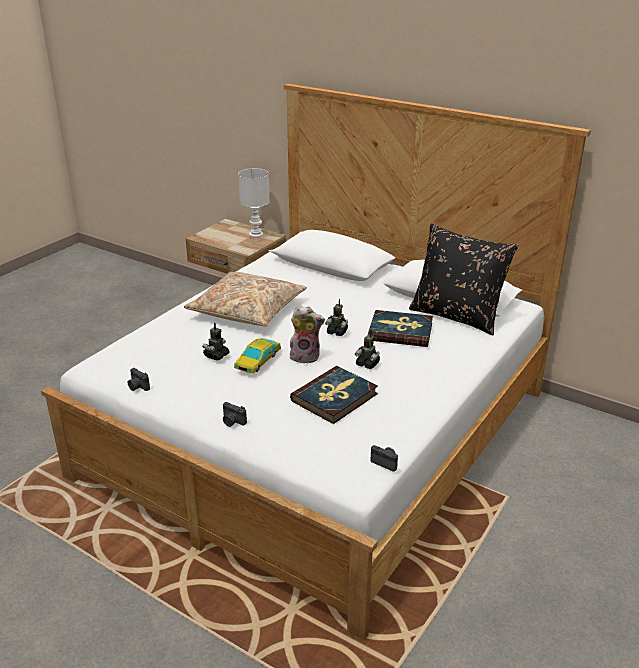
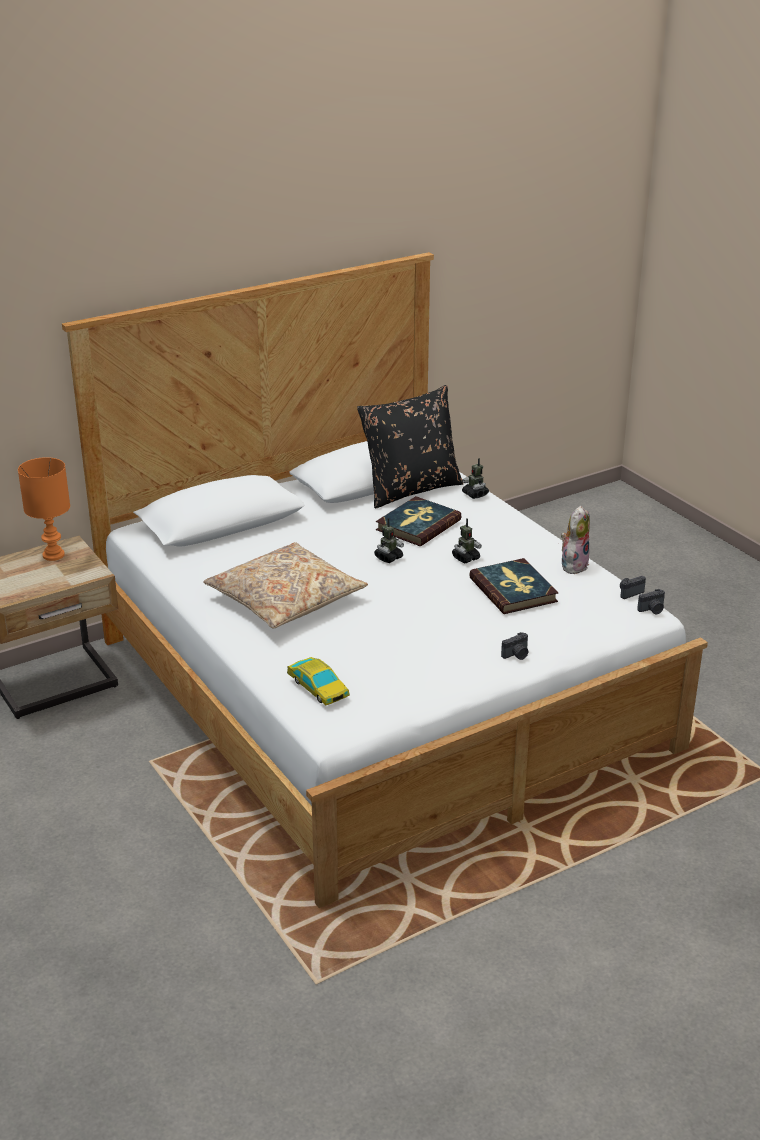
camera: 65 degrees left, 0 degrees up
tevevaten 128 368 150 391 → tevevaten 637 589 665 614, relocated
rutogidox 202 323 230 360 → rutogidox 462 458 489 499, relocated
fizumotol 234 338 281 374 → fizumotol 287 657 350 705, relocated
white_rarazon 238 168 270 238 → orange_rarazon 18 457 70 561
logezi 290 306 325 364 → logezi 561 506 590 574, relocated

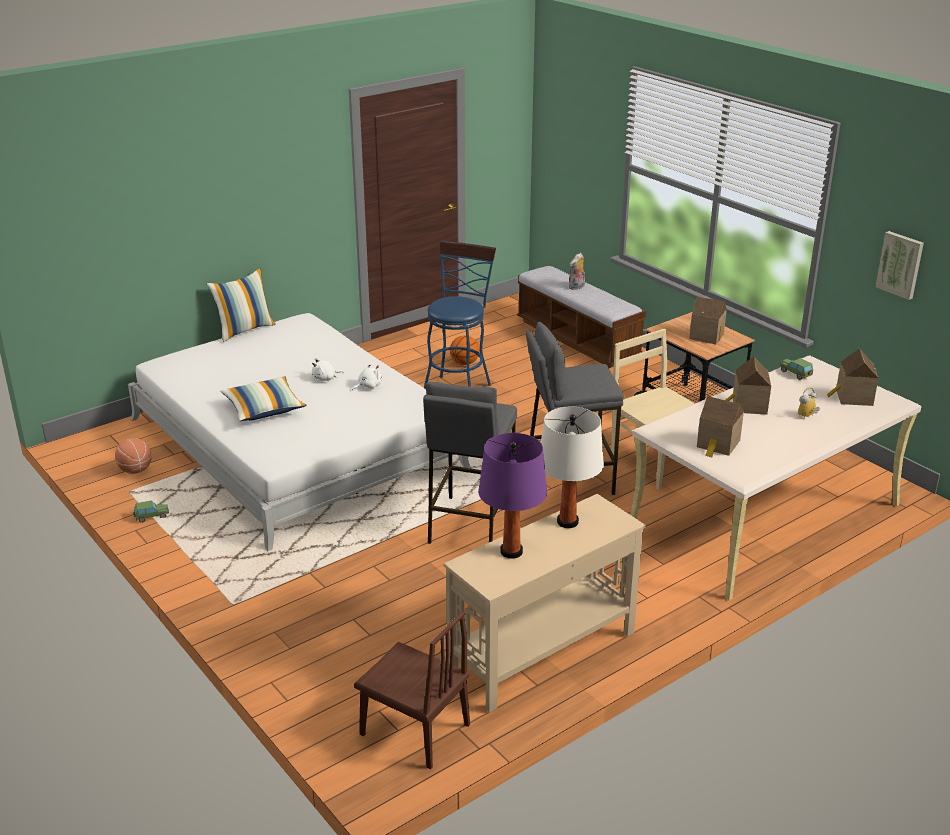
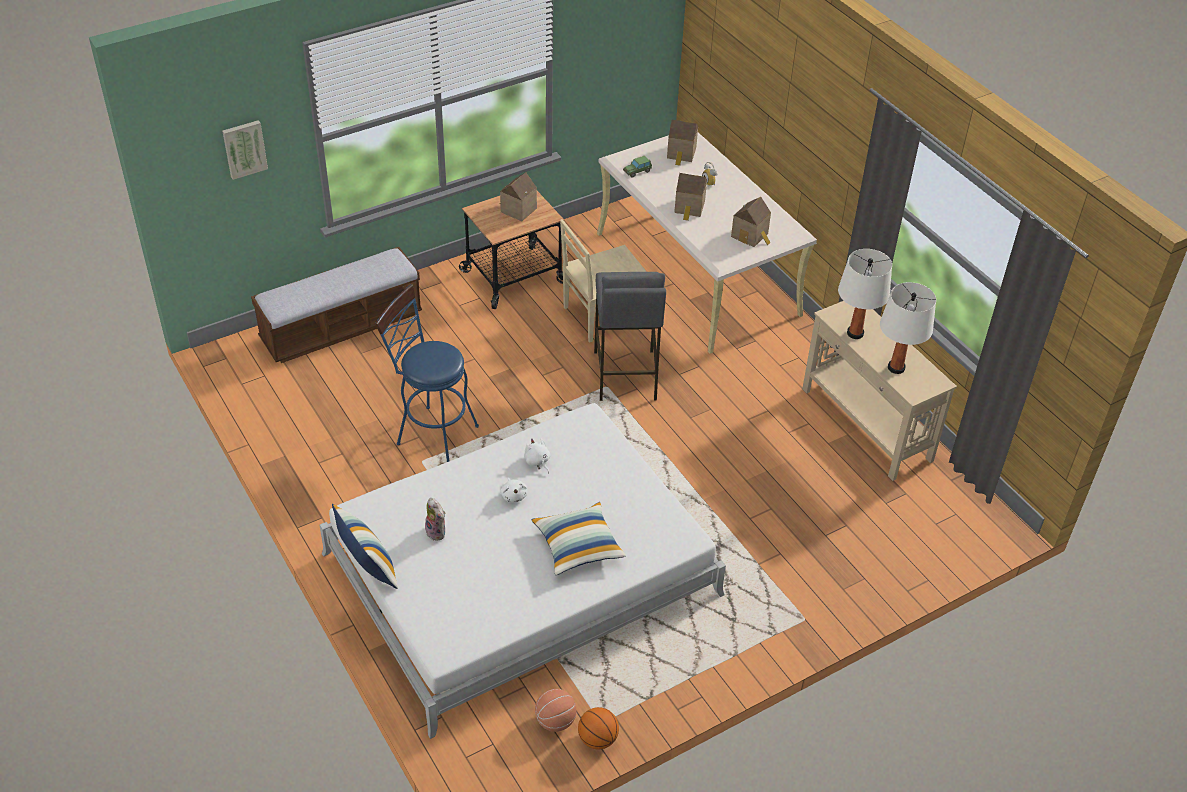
camera: 85 degrees left, 15 degrees up
fizumotol 133 500 169 523 → -
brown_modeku 354 612 470 769 → -
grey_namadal 423 382 517 544 → -
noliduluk 450 335 479 365 → noliduluk 578 707 619 750, relocated
purple_rarazon 478 433 547 559 → white_rarazon 880 282 936 374
logezi 569 253 585 290 → logezi 425 498 446 541, relocated
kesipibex 876 231 924 300 → kesipibex 222 120 268 180, relocated

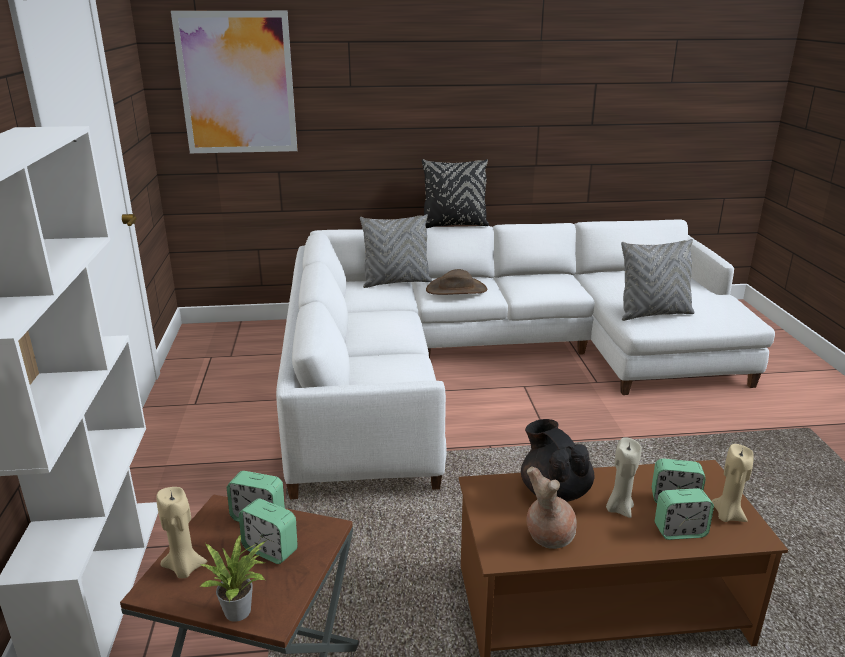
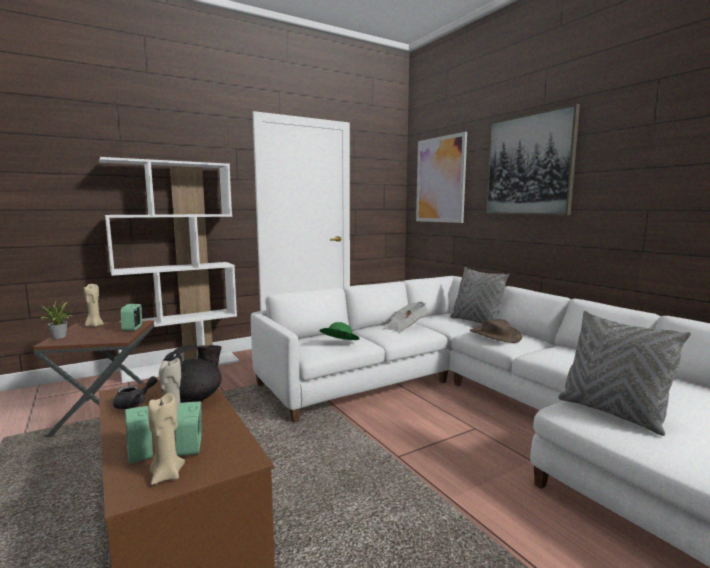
camera: 65 degrees right, 15 degrees down
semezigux 239 498 298 564 → -
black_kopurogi 422 159 489 228 → -
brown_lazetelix 527 466 577 549 → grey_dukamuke 113 376 158 409
- → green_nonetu 320 322 360 340
- → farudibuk 384 302 428 331
- → kesipibex 486 104 580 215

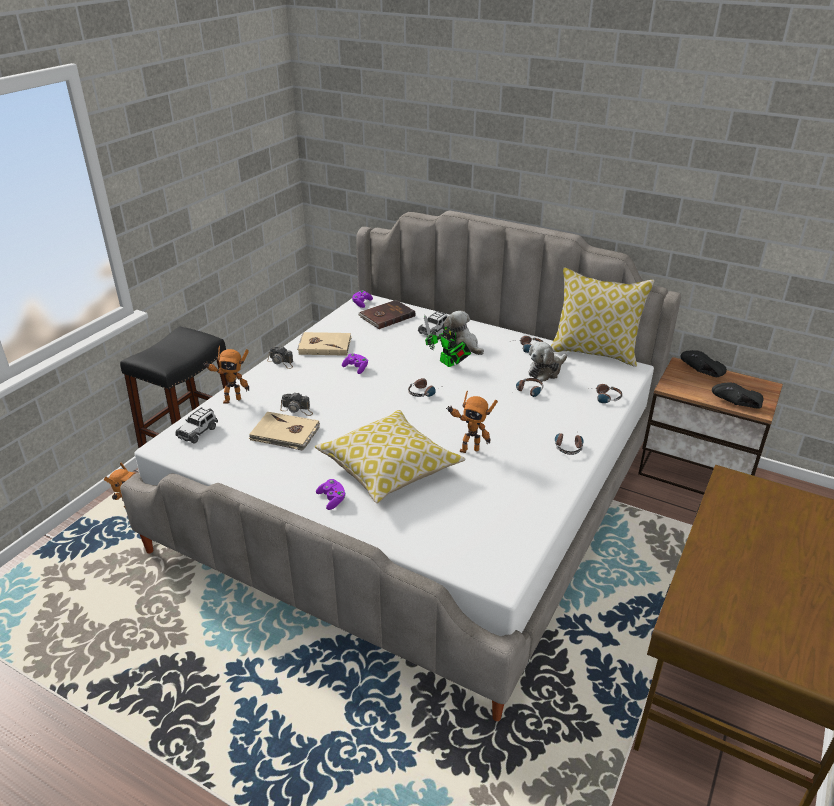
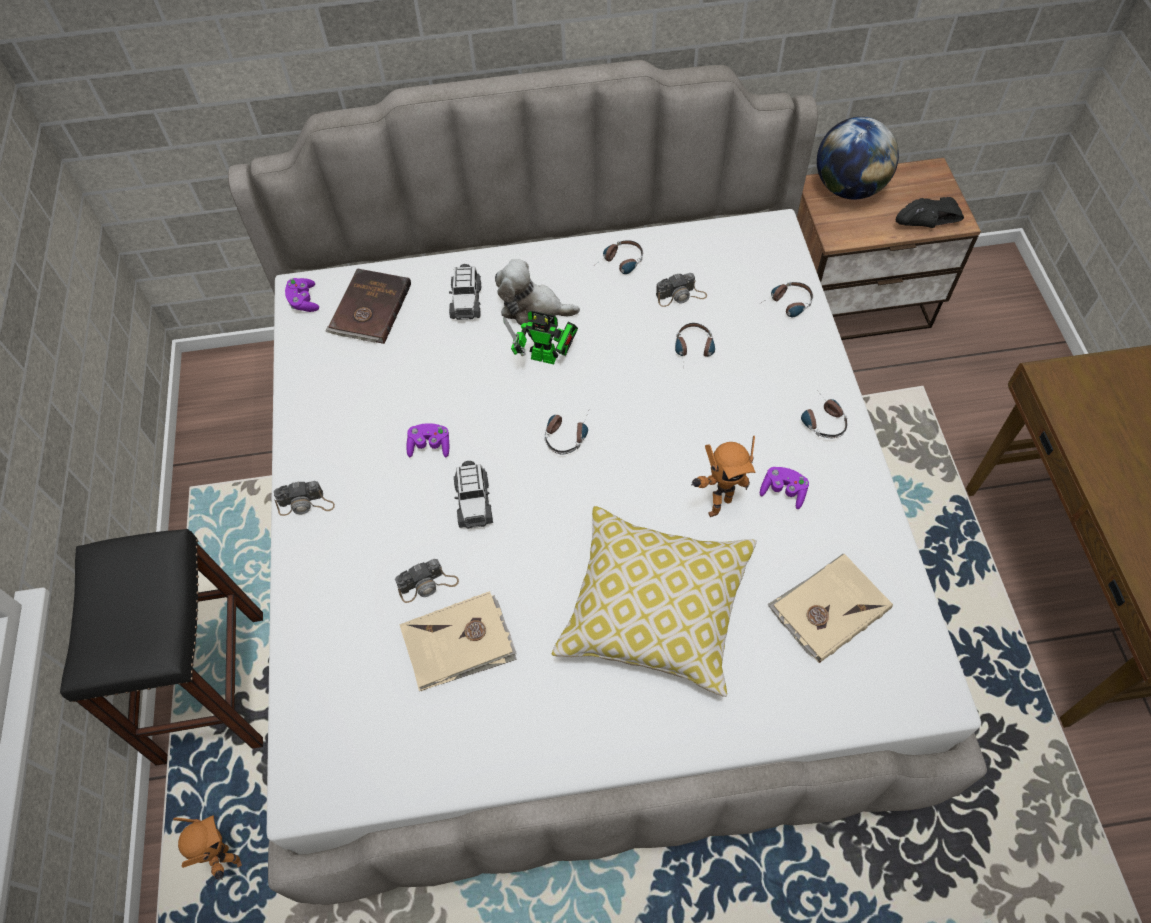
camera: 35 degrees left, 25 degrees up
fizumotol 175 407 218 443 → fizumotol 454 461 493 529, relocated
rutogidox 202 346 250 403 → -
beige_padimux 297 332 352 356 → beige_padimux 767 554 893 663, relocated
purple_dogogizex 316 479 346 510 → purple_dogogizex 760 467 809 509, relocated
logezi 529 342 567 382 → tevevaten 656 273 707 307
kopurogi 551 267 655 367 → -
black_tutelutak 681 350 727 377 → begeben 817 117 899 200

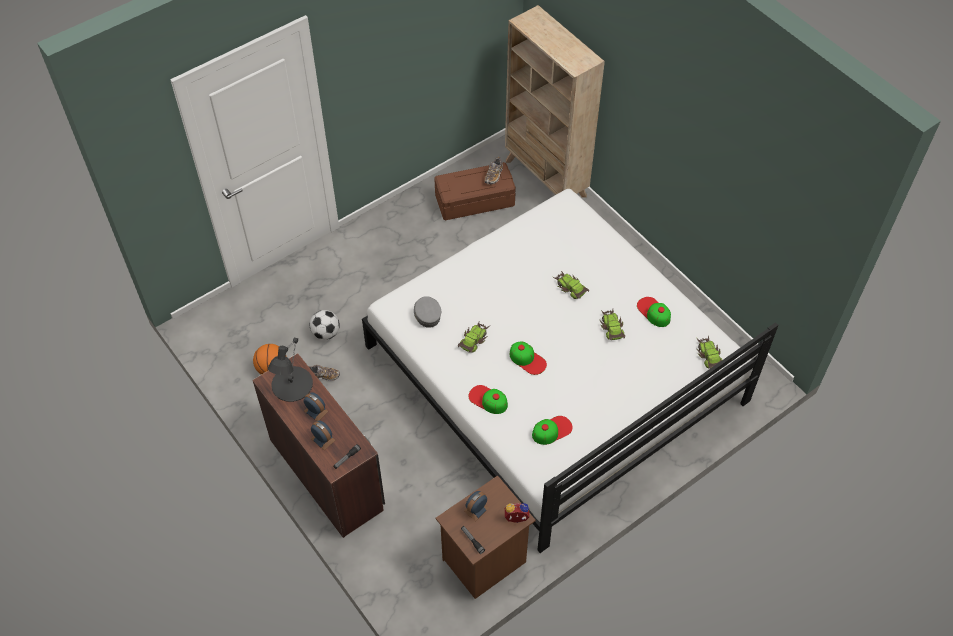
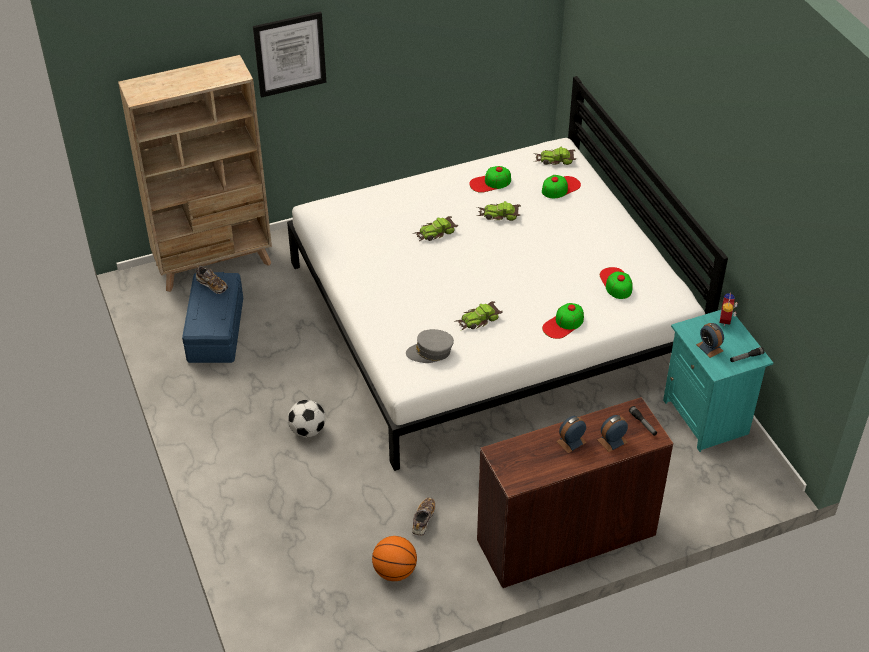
camera: 75 degrees left, 10 degrees down
black_rarazon 268 338 313 402 → -
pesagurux 310 310 340 340 → pesagurux 288 400 325 438, relocated
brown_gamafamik 434 162 516 220 → blue_gamafamik 182 272 243 363
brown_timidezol 436 476 536 599 → turquoise_timidezol 663 310 773 452
fizumotol 458 320 489 353 → fizumotol 454 301 503 330, 75 degrees counterclockwise
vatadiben 510 342 547 375 → vatadiben 542 175 581 198, relocated
- → kesipibex 253 12 326 98

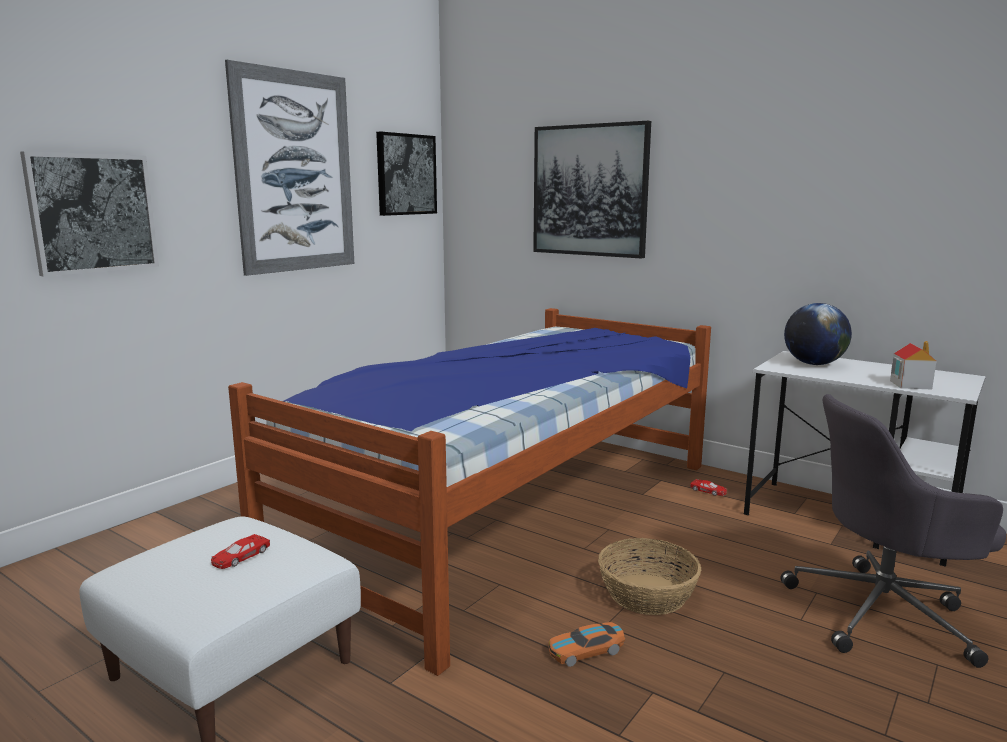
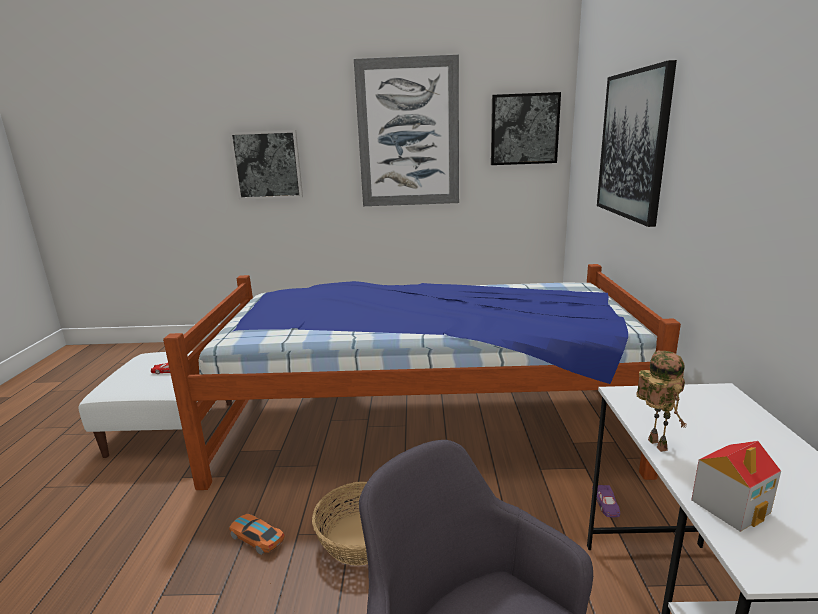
camera: 55 degrees right, 5 degrees up
red_fizumotol 690 479 727 496 → purple_fizumotol 592 485 620 517
begeben 784 303 852 365 → -
- → rutogidox 636 351 687 452

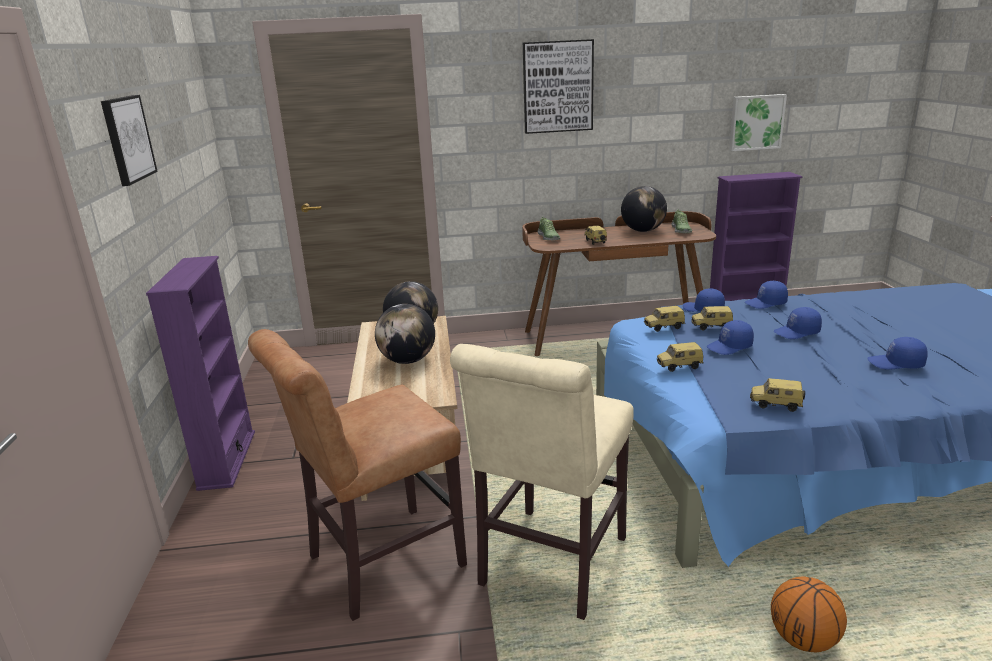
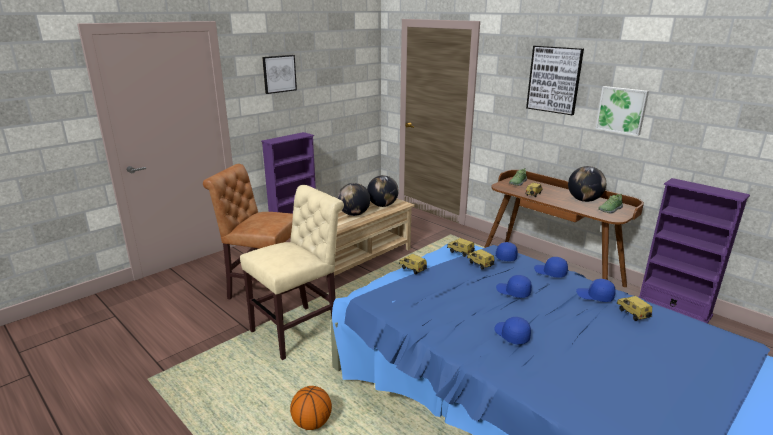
camera: 50 degrees right, 0 degrees up
beige_modeku 450 344 634 620 → beige_modeku 240 185 344 360, 150 degrees clockwise
blue_vatadiben 707 320 754 355 → blue_vatadiben 576 279 616 302, relocated
kesipibex 729 94 787 151 → kesipibex 595 86 649 136, relocated
fizumotol 750 378 805 412 → fizumotol 616 296 652 321, relocated

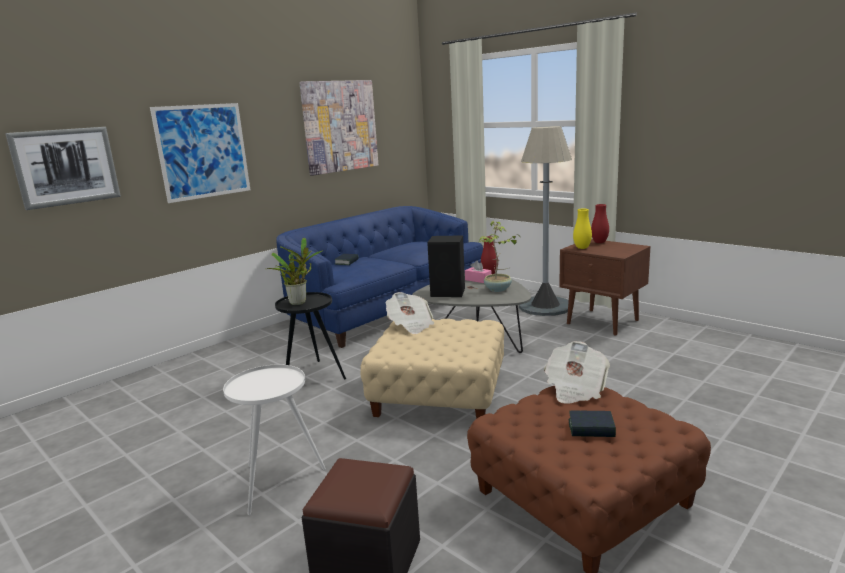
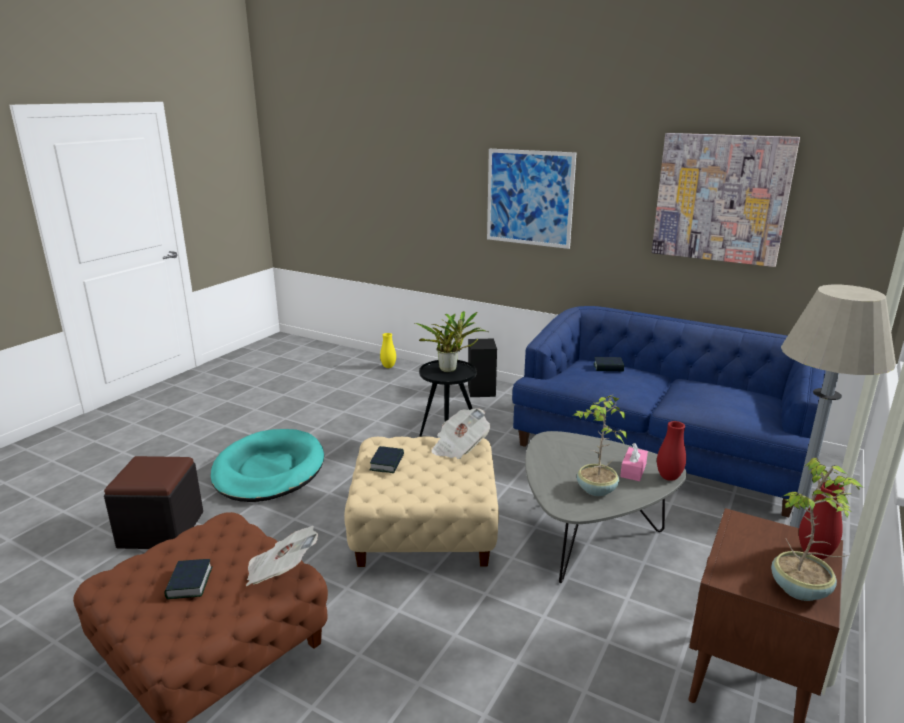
camera: 75 degrees right, 5 degrees up
kesipibex 5 127 121 210 → -
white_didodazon 223 364 326 515 → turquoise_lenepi 211 429 324 502
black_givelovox 427 235 465 297 → black_givelovox 468 339 497 397, relocated
yellow_lazetelix 573 209 592 249 → yellow_lazetelix 380 333 396 368, relocated
- → padimux 369 446 404 473
- → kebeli 771 458 864 601

